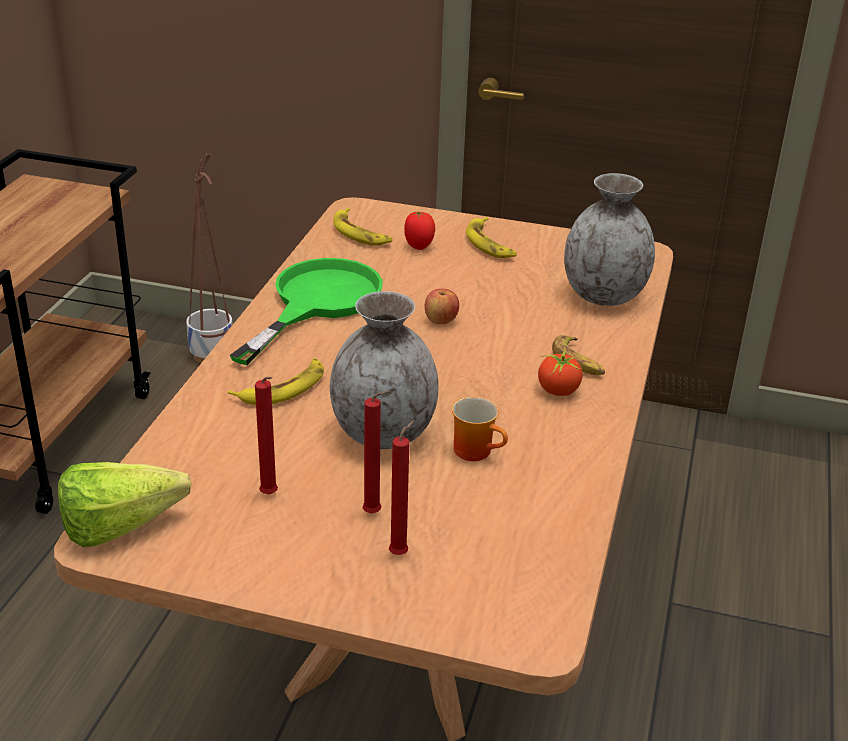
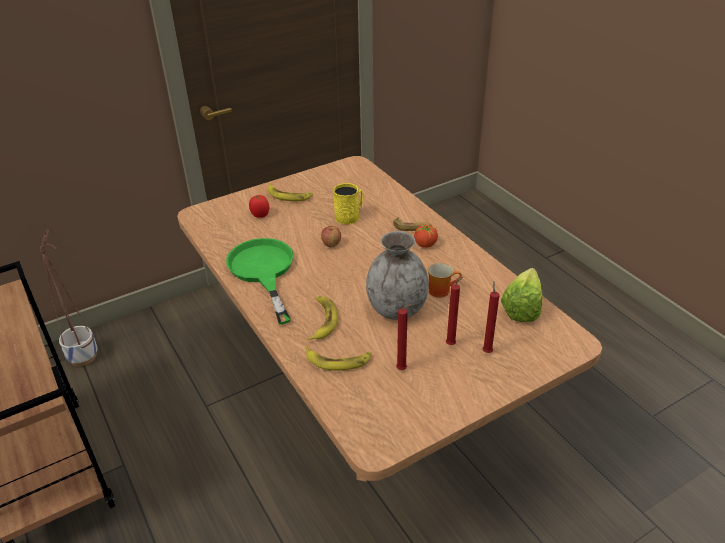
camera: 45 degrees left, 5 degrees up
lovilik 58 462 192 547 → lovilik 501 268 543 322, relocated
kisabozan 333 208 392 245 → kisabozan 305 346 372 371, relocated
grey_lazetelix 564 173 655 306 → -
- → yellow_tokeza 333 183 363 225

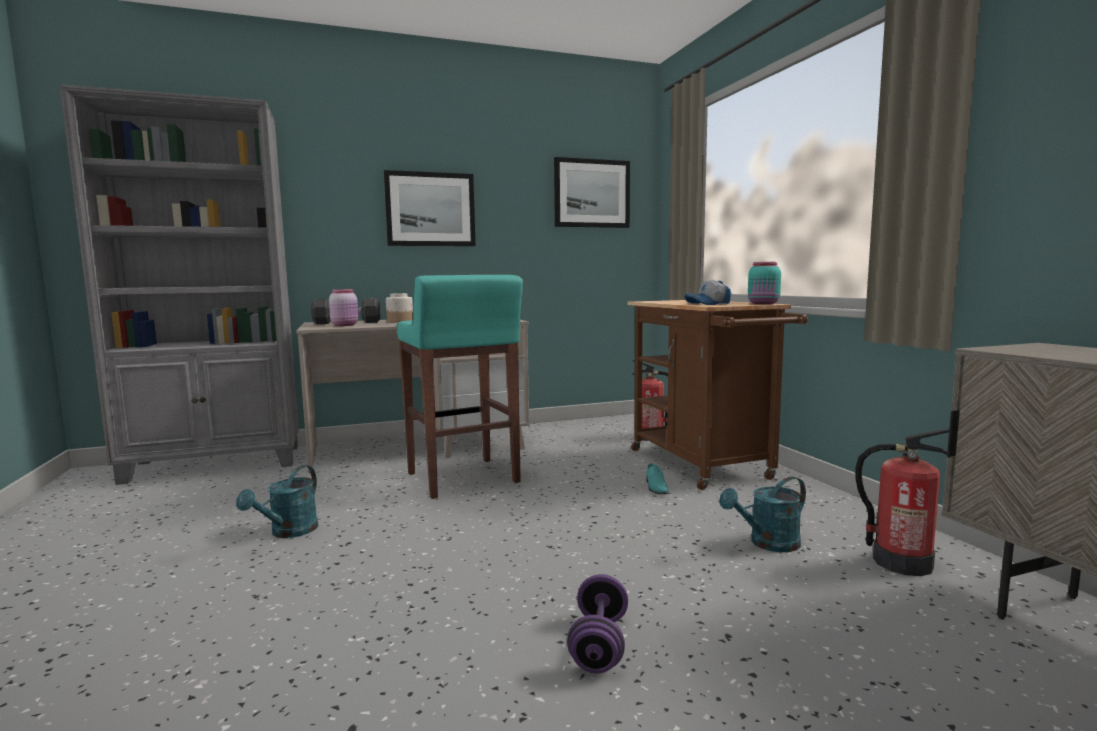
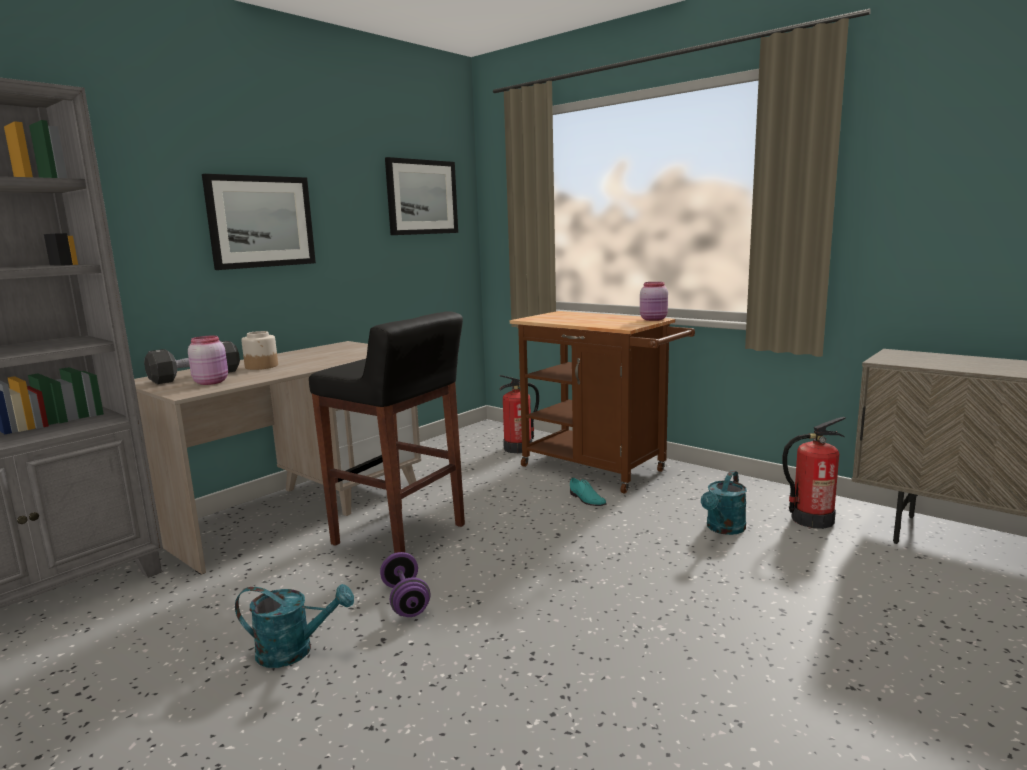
camera: 30 degrees left, 5 degrees up
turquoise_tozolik 236 465 319 538 → turquoise_tozolik 235 584 354 668, 75 degrees counterclockwise
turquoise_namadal 397 275 523 499 → black_namadal 309 311 465 553
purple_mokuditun 567 574 628 674 → purple_mokuditun 380 552 430 617, relocated
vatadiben 684 280 732 305 → -
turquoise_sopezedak 748 262 781 304 → pink_sopezedak 640 282 668 321

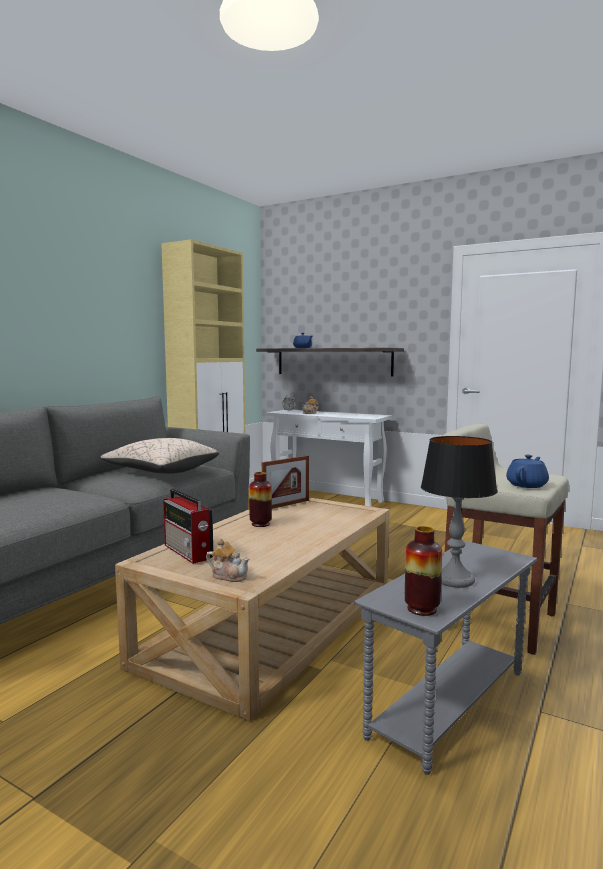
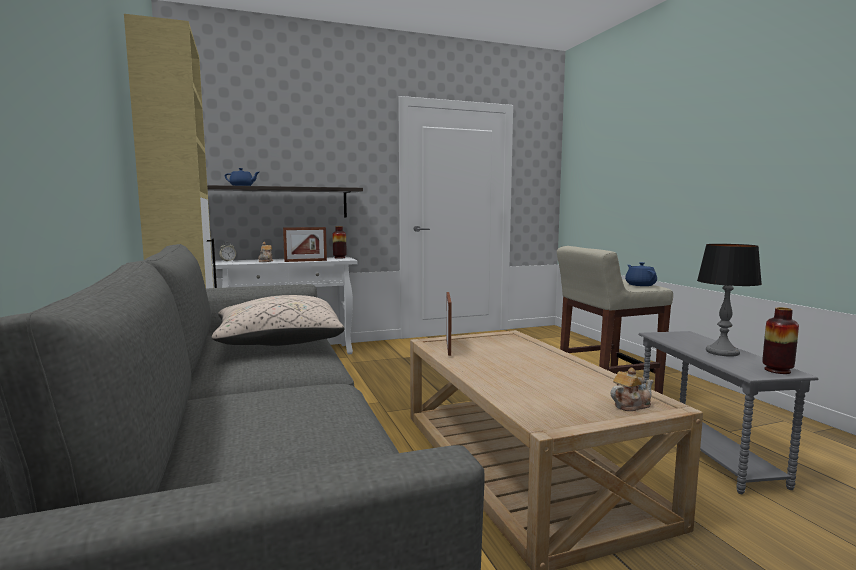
camera: 50 degrees left, 0 degrees up
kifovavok 163 489 213 564 → -
lazetelix 249 472 272 527 → lazetelix 332 226 347 259, relocated
- → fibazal 283 227 327 262

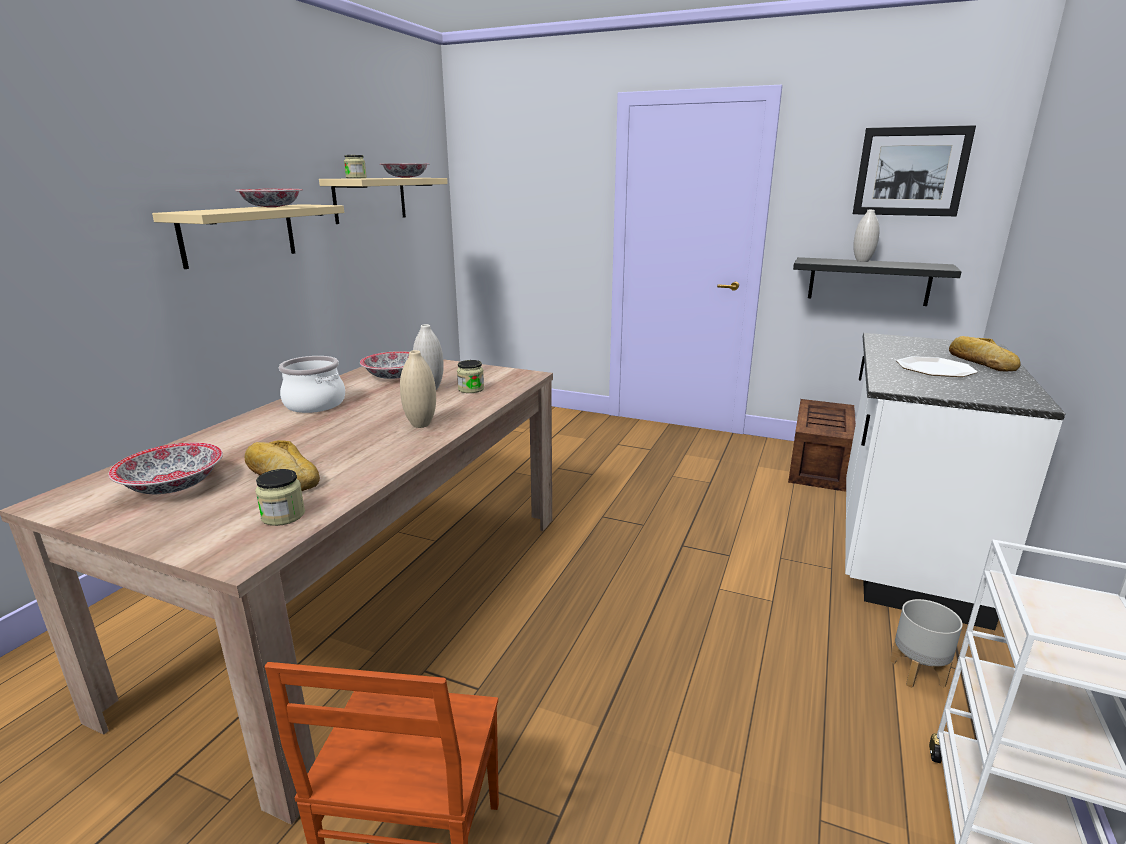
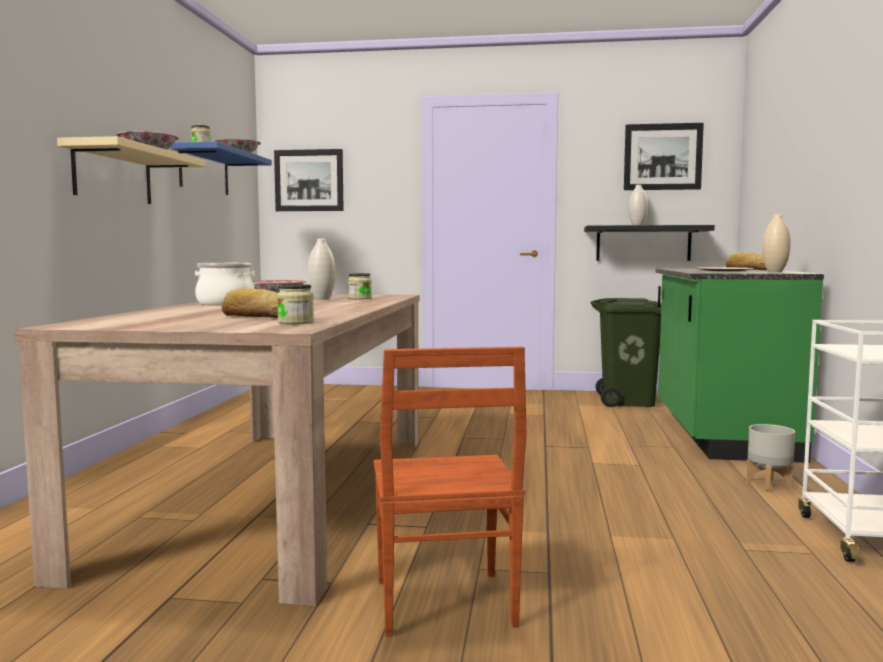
camera: 15 degrees left, 15 degrees down
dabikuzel 109 443 223 494 → -
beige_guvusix 319 178 448 224 → blue_guvusix 171 142 272 195
beige_lazetelix 400 350 436 428 → beige_lazetelix 762 215 791 272, relocated
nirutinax 788 399 856 492 → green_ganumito 591 298 661 407
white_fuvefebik 845 333 1065 630 → green_fuvefebik 656 268 824 463
- → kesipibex 274 149 344 211

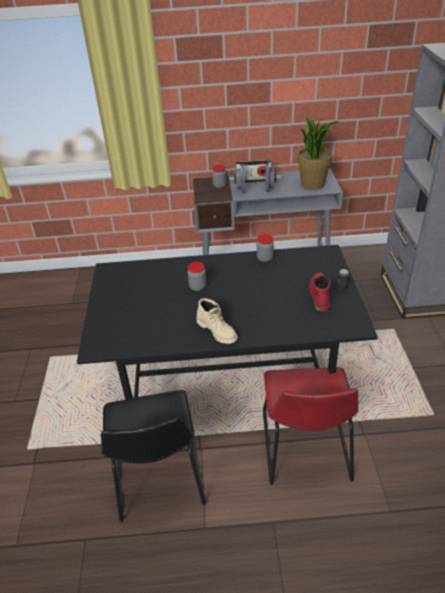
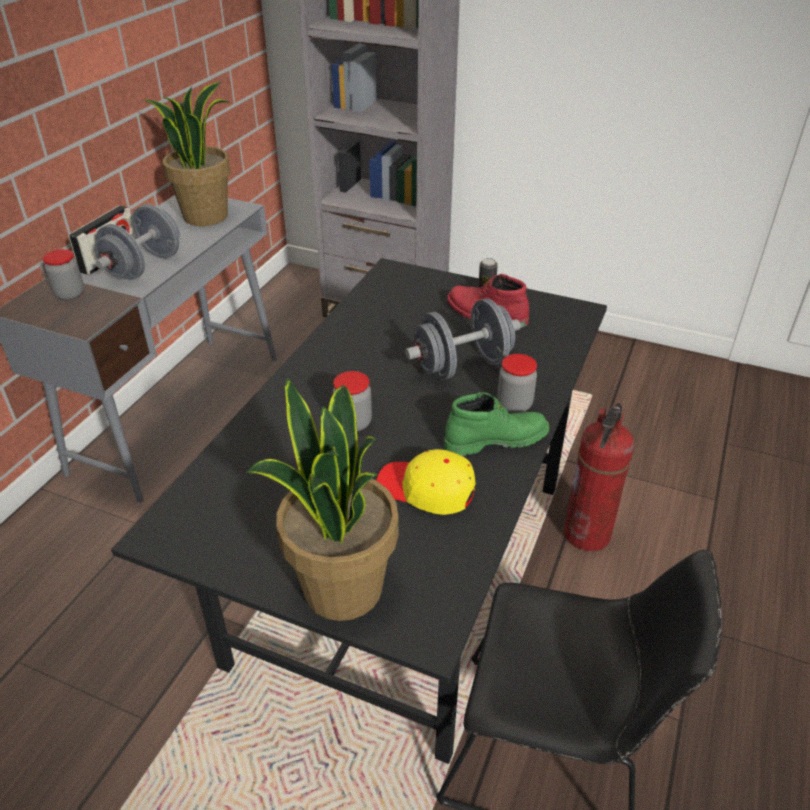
camera: 65 degrees left, 0 degrees up
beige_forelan 197 298 238 344 → green_forelan 444 392 549 456
sopezedak 257 234 274 262 → sopezedak 497 354 537 413, relocated
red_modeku 263 367 358 485 → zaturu 564 403 634 551
- → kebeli 247 378 399 621
- → yellow_vatadiben 377 449 476 515
- → grey_mokuditun 405 299 521 380

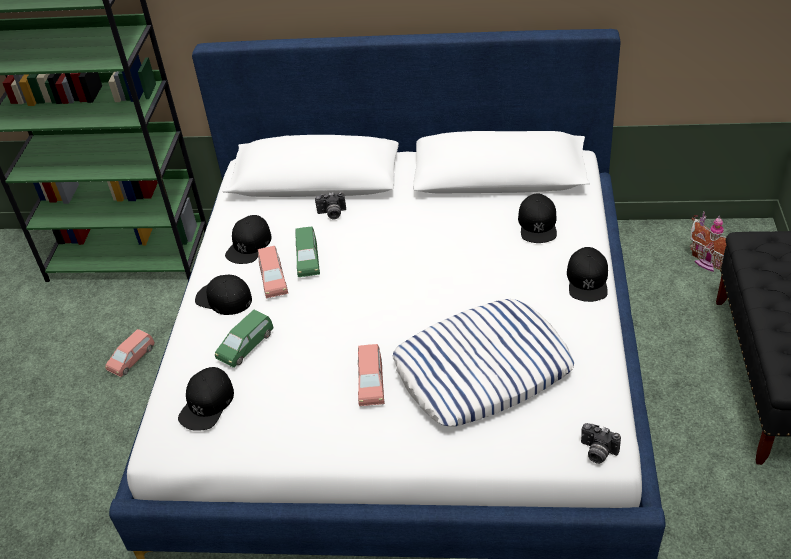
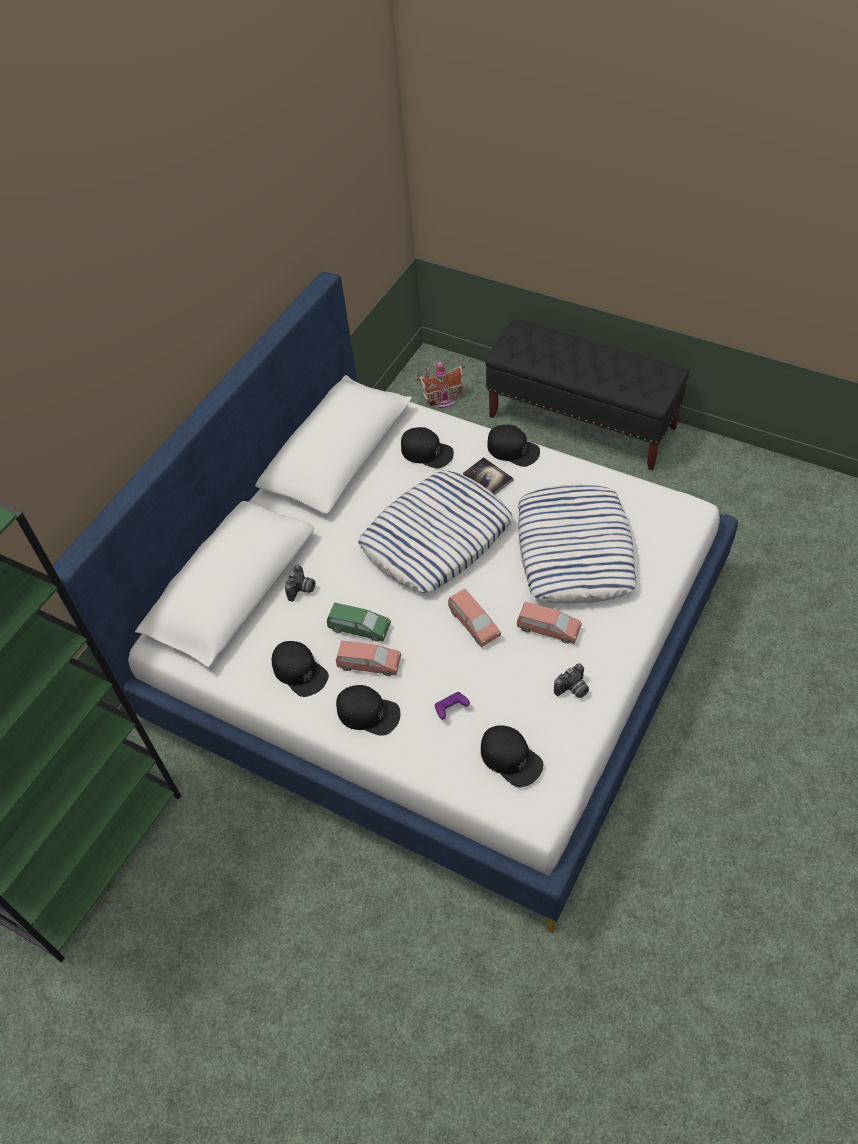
camera: 65 degrees left, 10 degrees up
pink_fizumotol 105 329 155 377 → pink_fizumotol 448 589 501 647, relocated
black_vatadiben 195 275 252 315 → black_vatadiben 336 685 400 736, 120 degrees counterclockwise
green_fizumotol 215 310 273 368 → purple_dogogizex 435 692 470 720
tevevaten 581 423 621 464 → tevevaten 554 663 589 698, relocated
- → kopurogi 358 471 512 592
- → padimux 463 457 513 495

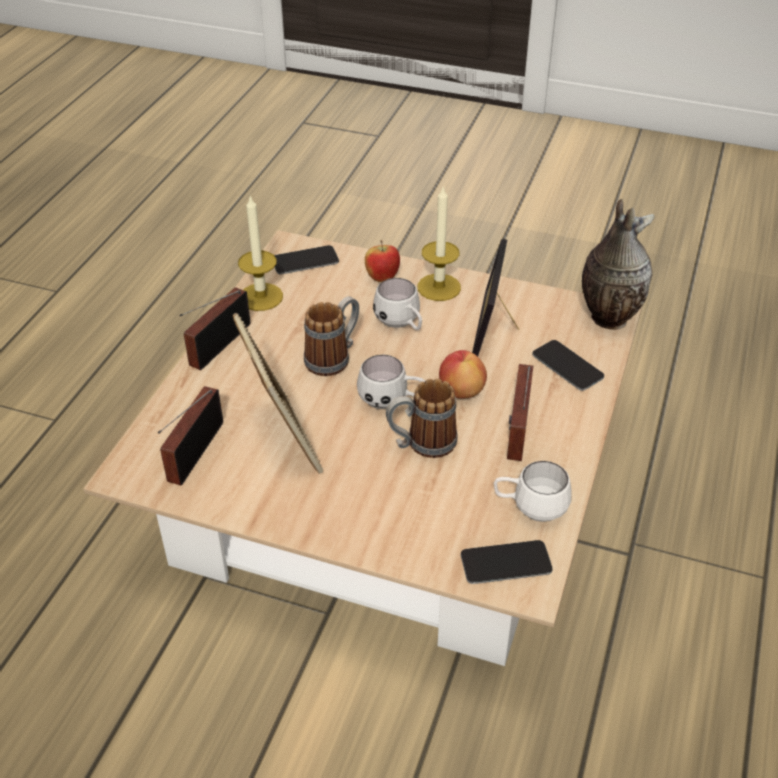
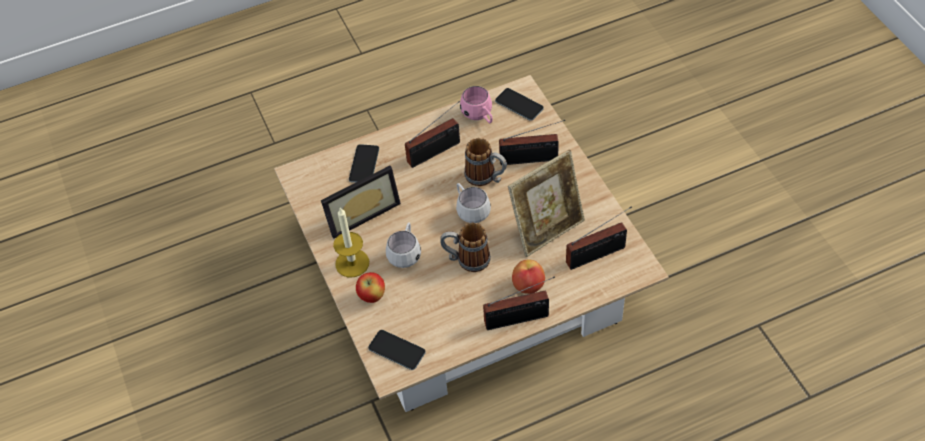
camera: 130 degrees left, 10 degrees up
fibazal 233 313 323 474 → fibazal 508 150 585 257, 150 degrees counterclockwise
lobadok 238 195 283 311 → -
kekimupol 439 350 487 399 → kekimupol 512 260 545 294, relocated
white_tokeza 494 461 572 522 → pink_tokeza 460 86 493 123
lazetelix 582 199 655 330 → -
- → kifovavok 499 120 565 165

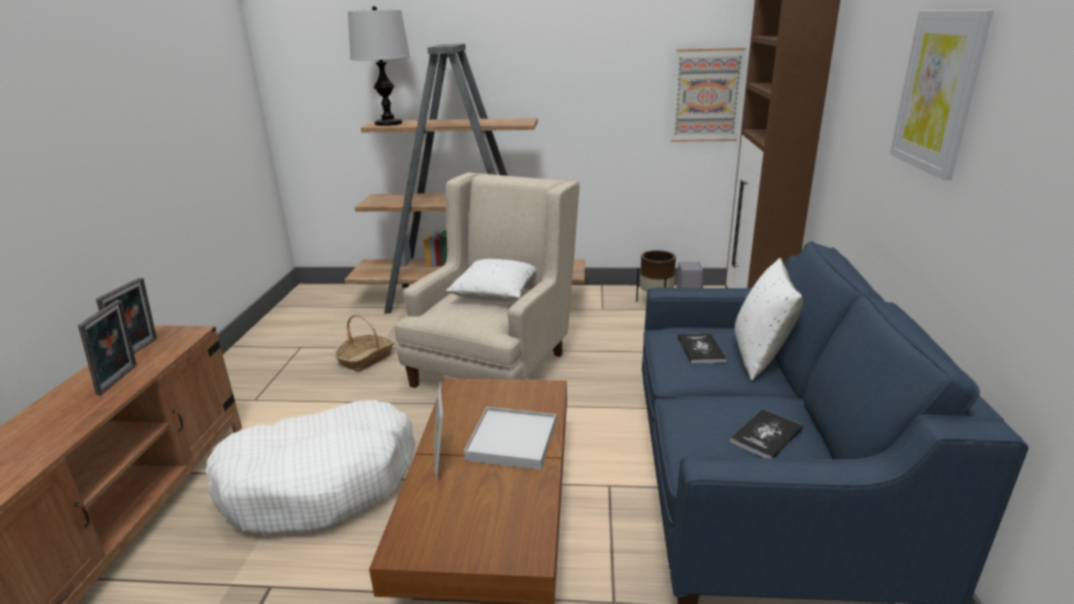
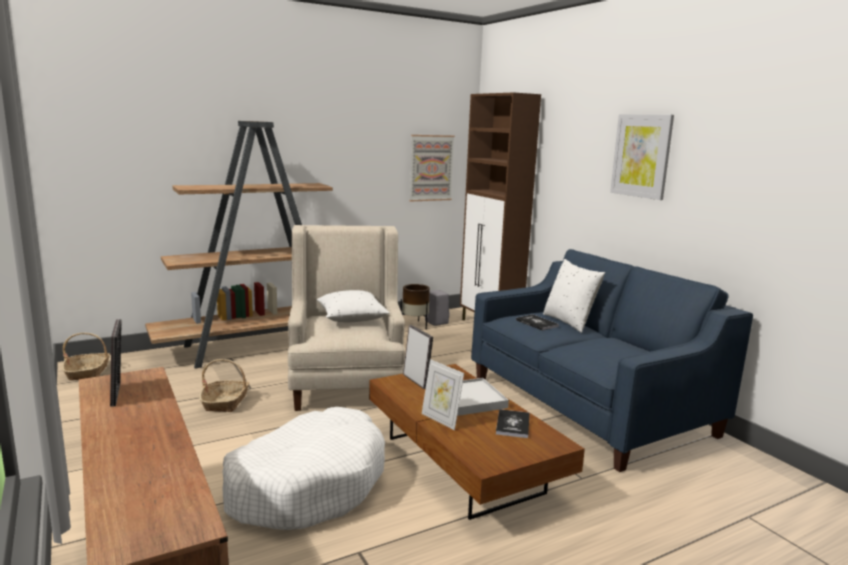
camera: 35 degrees left, 10 degrees down
fibazal 78 300 136 395 → fibazal 403 325 433 389, relocated
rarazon 348 6 410 126 → -
padimux 730 409 803 458 → padimux 496 409 529 438, relocated
- → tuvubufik 62 333 110 380

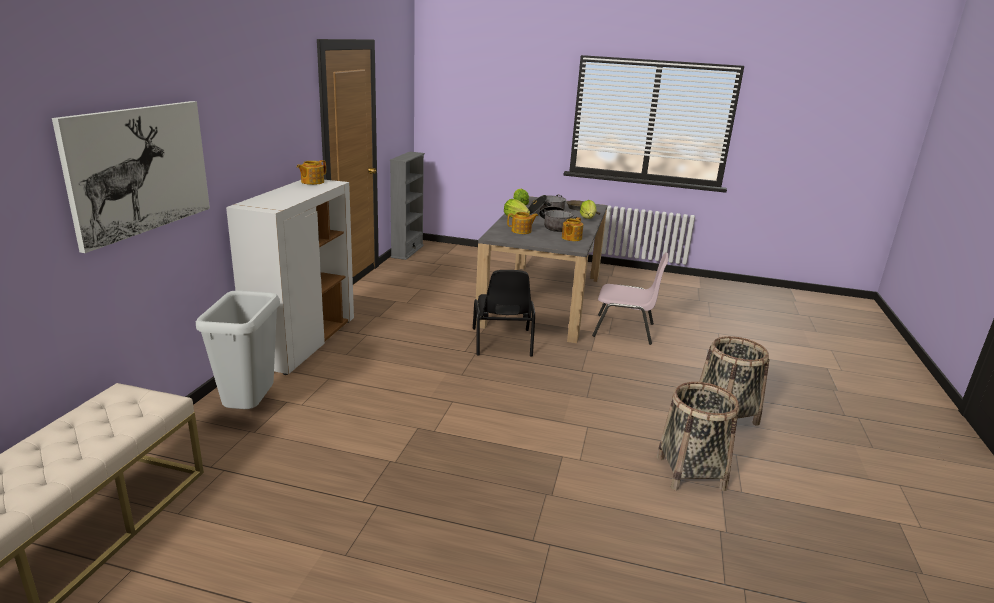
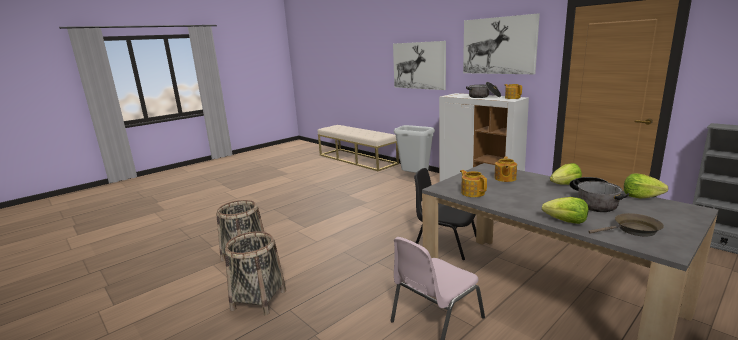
camera: 125 degrees right, 5 degrees down
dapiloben 539 206 577 232 → dapiloben 466 82 501 98, relocated
- → kesipibex 463 13 540 74

